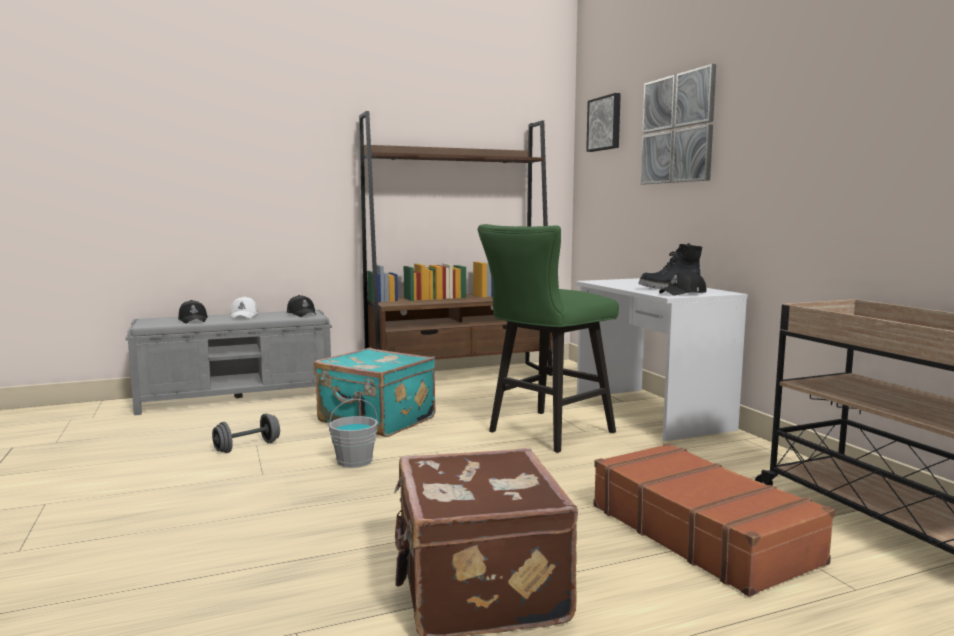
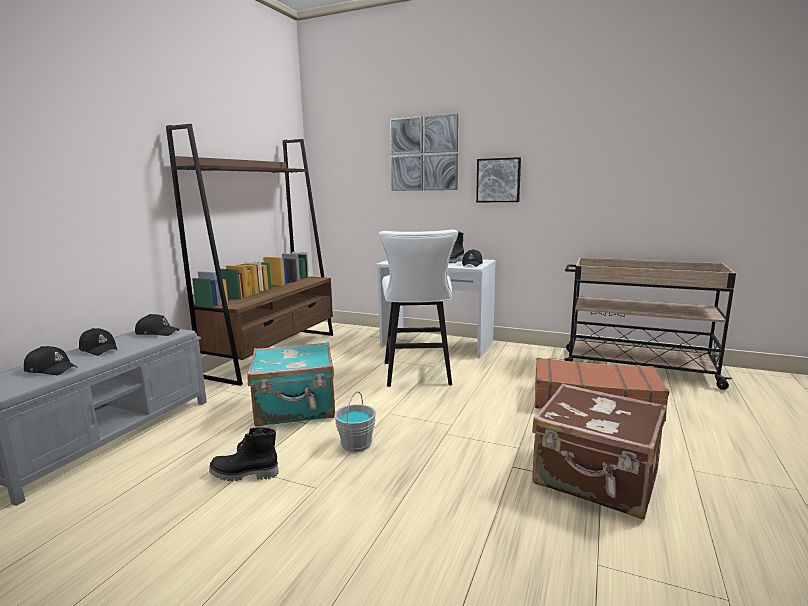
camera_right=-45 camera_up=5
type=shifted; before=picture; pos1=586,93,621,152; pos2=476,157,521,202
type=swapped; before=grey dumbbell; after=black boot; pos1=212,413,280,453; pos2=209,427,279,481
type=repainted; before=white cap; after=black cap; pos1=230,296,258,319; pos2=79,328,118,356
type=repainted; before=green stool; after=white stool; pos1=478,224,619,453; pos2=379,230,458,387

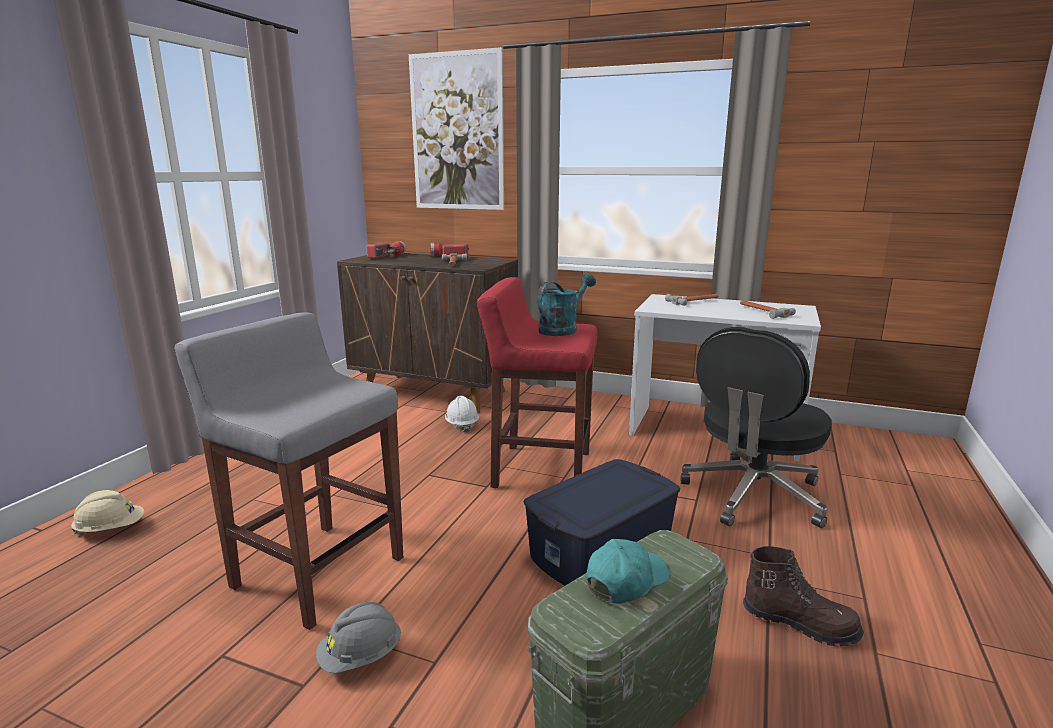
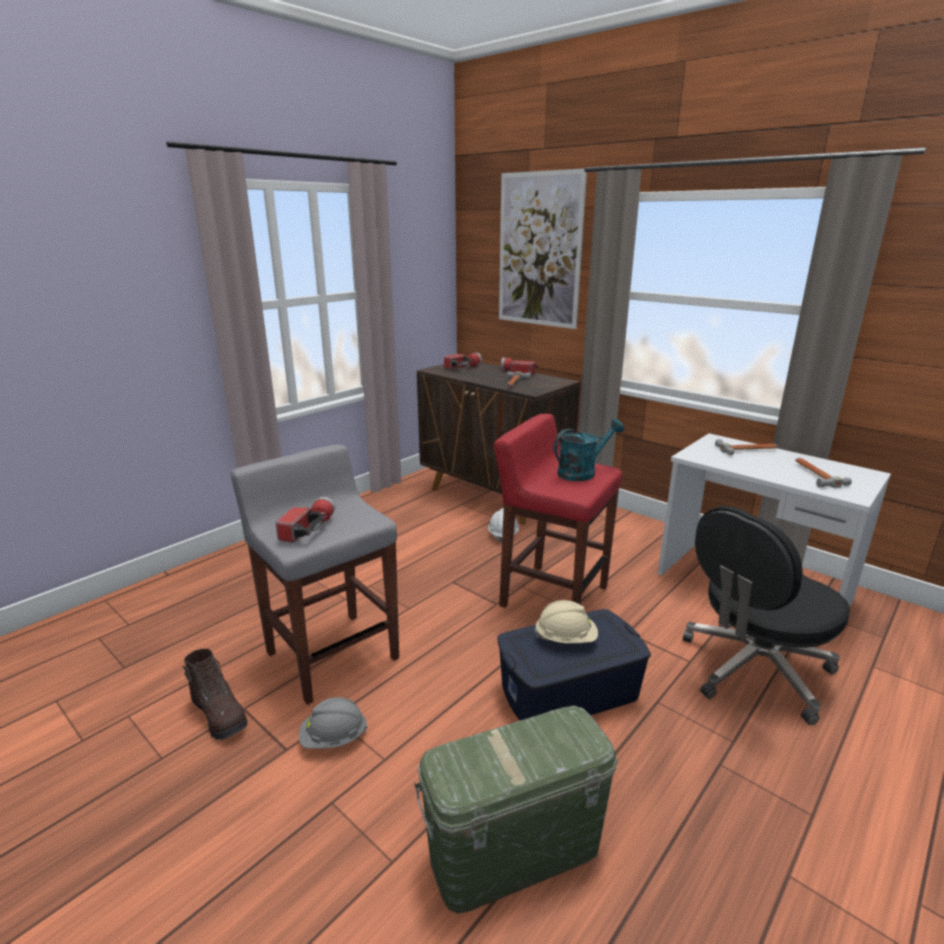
camera_right=20 camera_up=5
type=gone; before=turquoise cap; pos1=586,539,669,604
type=new; after=flashlight; pos2=275,497,335,543
type=shifted; before=beige hard hat; pos1=71,490,144,534; pos2=535,600,598,643
type=shifted; before=brown boot; pos1=743,546,864,646; pos2=183,649,248,740

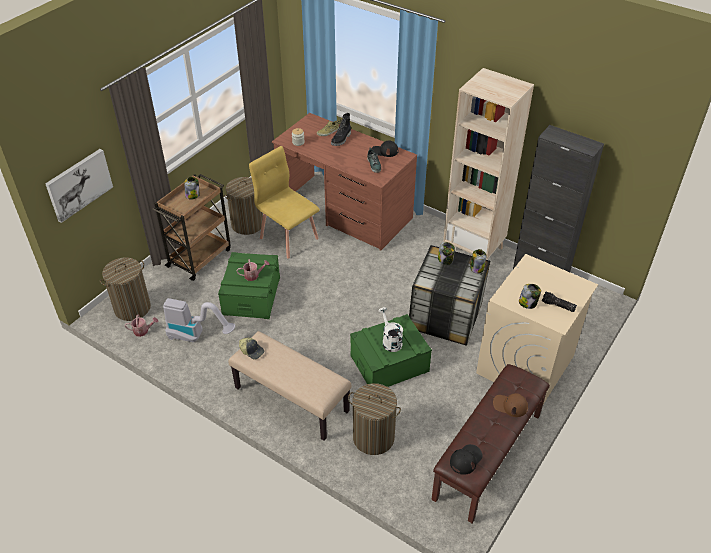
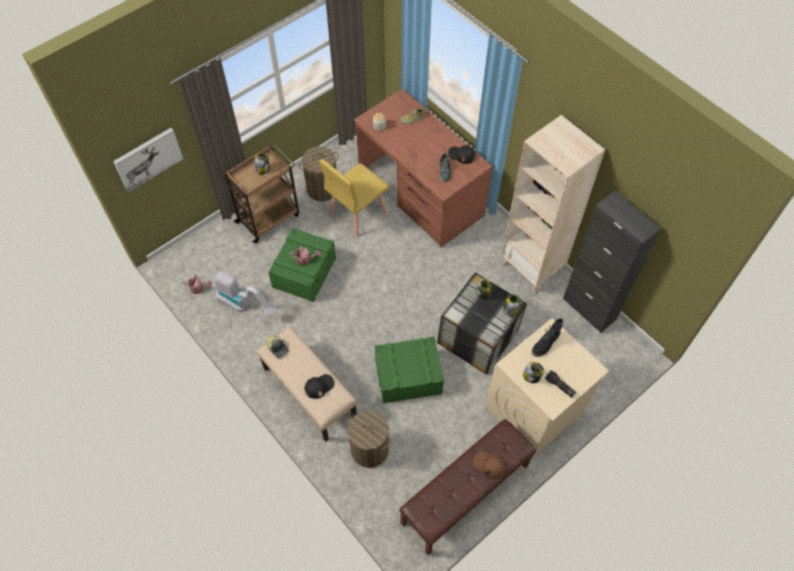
camera_right=15 camera_up=15
type=gone; before=laundry basket; pos1=100,257,151,321
type=gone; before=white watering can; pos1=379,307,403,352
type=shifted; before=black boot; pos1=331,113,351,146; pos2=531,318,563,357
type=shifted; before=black cap; pos1=450,444,483,475; pos2=304,374,334,399
type=rotated; before=yellow chair; pos1=249,146,320,259; pos2=319,159,389,237; turn=-105

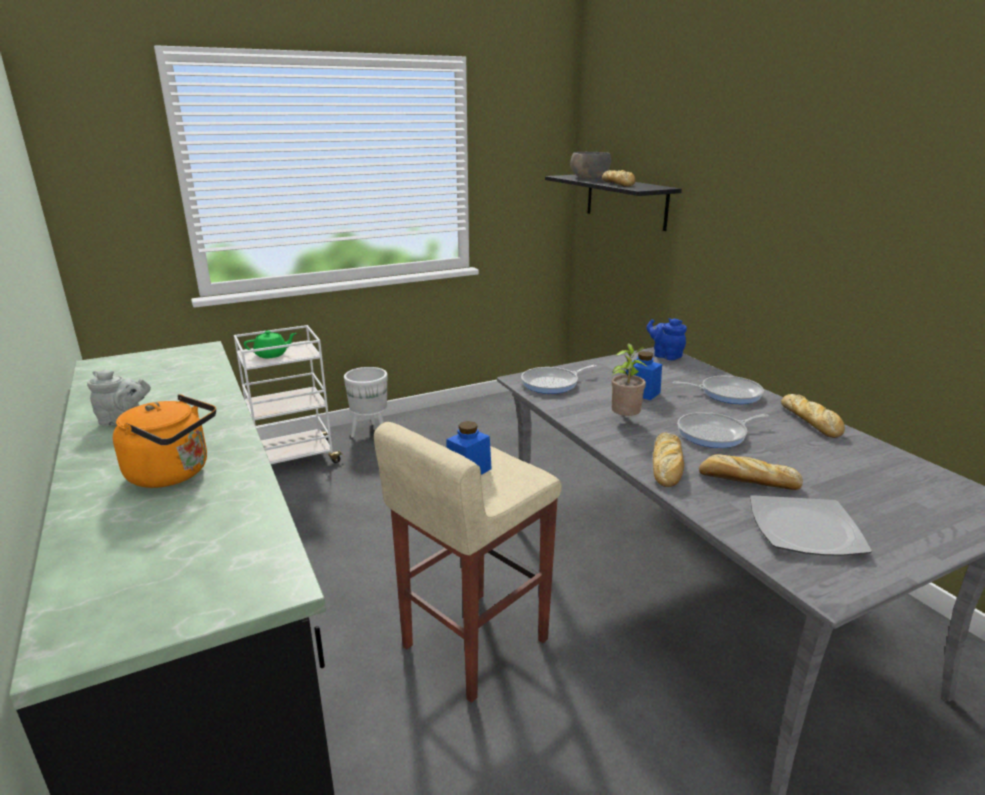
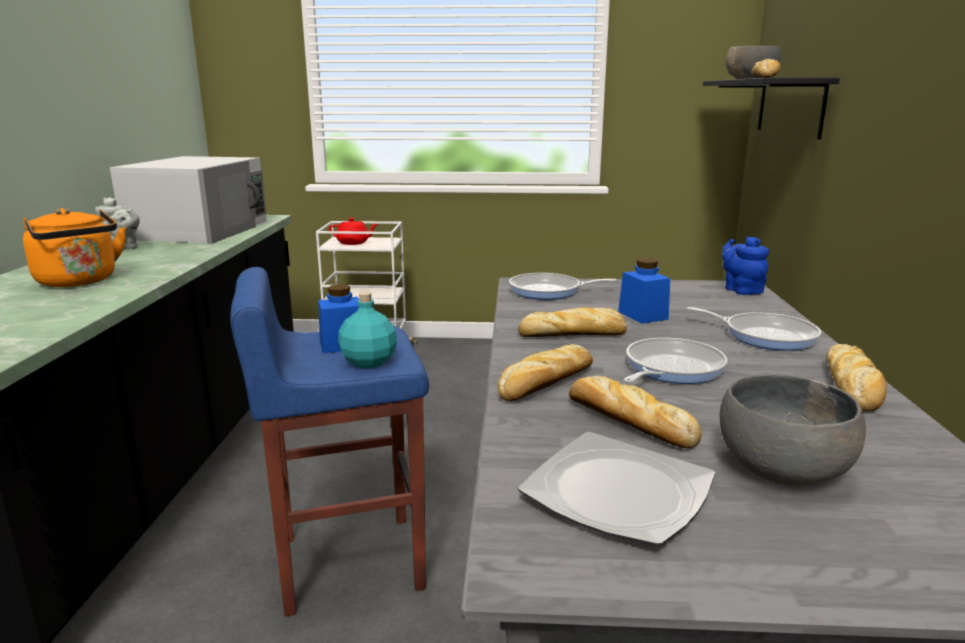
camera_right=30 camera_up=-5
type=gone; before=white planter; pos1=344,367,387,437
type=new; after=white microwave; pos2=110,156,267,244
type=new; after=turquoise bottle; pos2=338,292,397,368
type=new; after=grey bowl; pos2=720,374,866,486
type=swapped; before=potted plant; after=bread; pos1=611,343,648,416; pos2=518,307,627,337
type=repainted; before=green teapot; after=red teapot; pos1=244,331,296,358; pos2=329,218,378,245
type=repainted; before=beige stool; after=blue stool; pos1=374,422,562,703; pos2=230,267,429,617
type=rotated; before=frying pan; pos1=677,412,769,448; pos2=624,338,727,384; turn=120

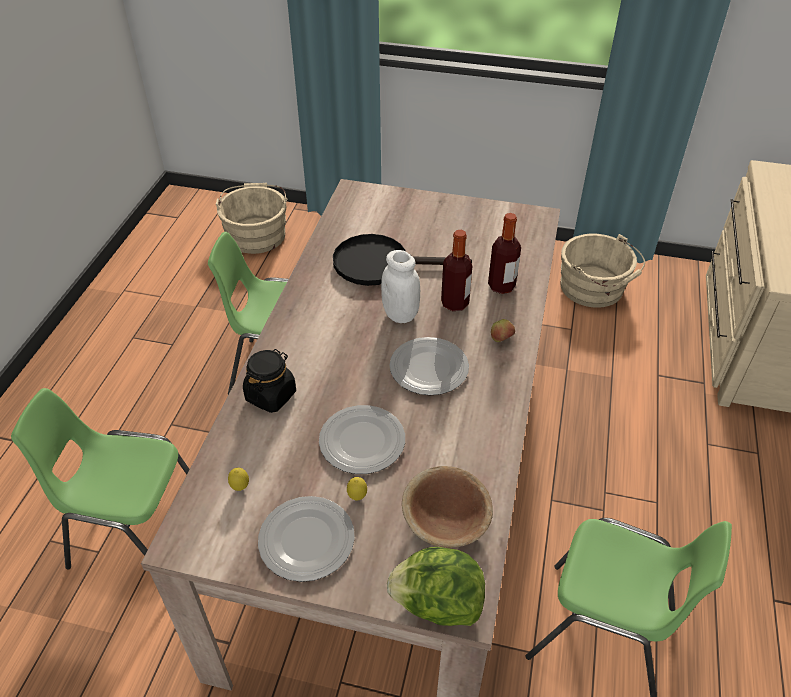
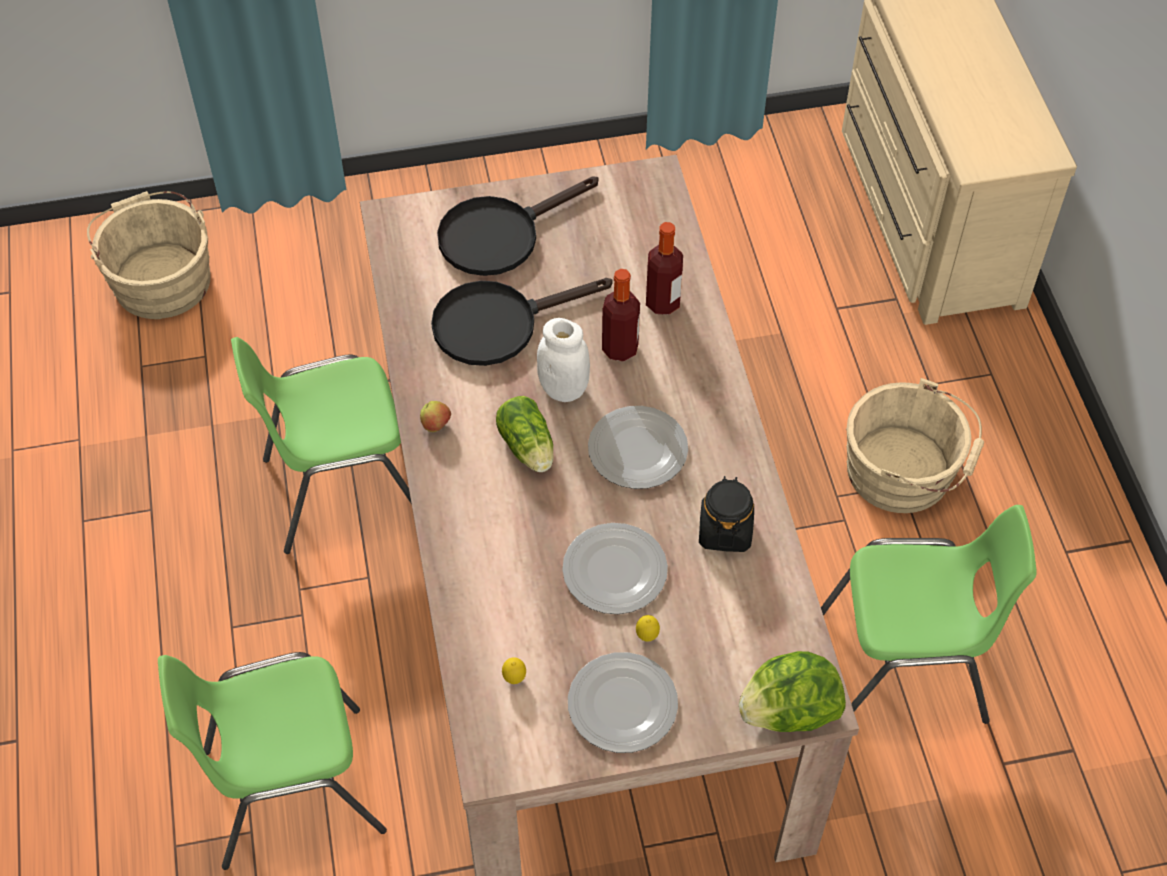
camera_right=-25 camera_up=10
type=gone; before=brown bowl; pos1=402,466,493,548
type=new; after=black frying pan; pos2=437,176,598,276
type=new; after=lettuce; pos2=496,396,554,472
type=shifted; before=black jar; pos1=243,349,296,413; pos2=699,476,754,552
type=shifted; before=apple; pos1=491,319,515,342; pos2=420,401,451,432
type=shifted; before=beige bucket; pos1=561,234,645,308; pos2=846,378,984,513

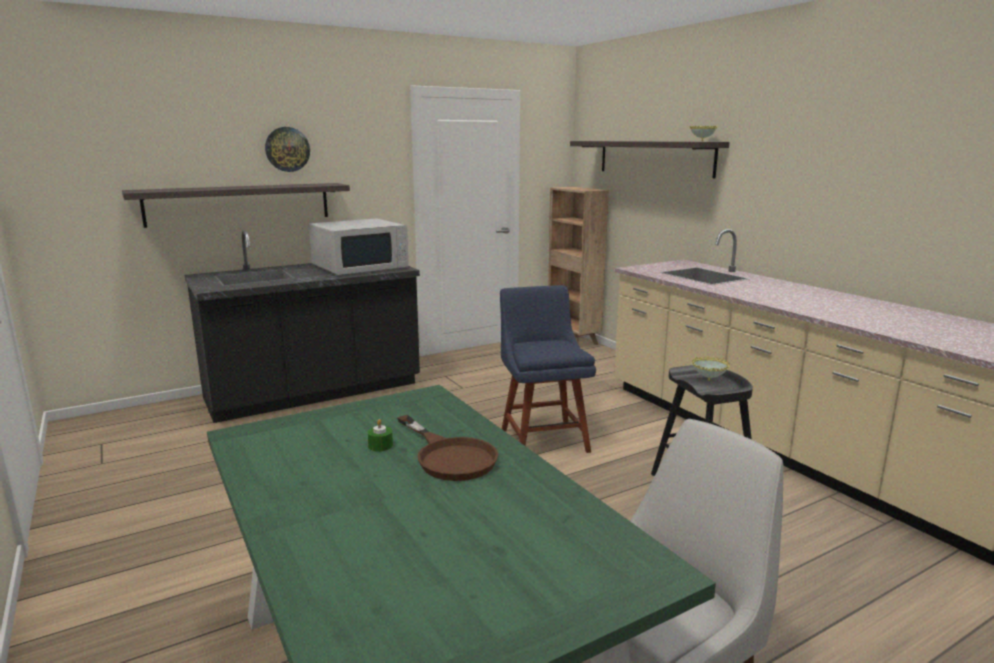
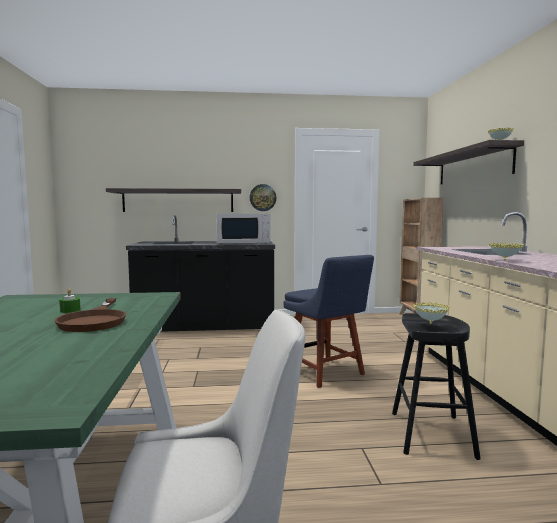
camera_right=25 camera_up=-10
type=new; after=bowl; pos2=489,243,524,260
type=shifted; before=wall clock; pos1=265,127,310,172; pos2=250,184,276,211
type=rotated; before=blue chair; pos1=500,285,596,453; pos2=283,255,374,388; turn=135

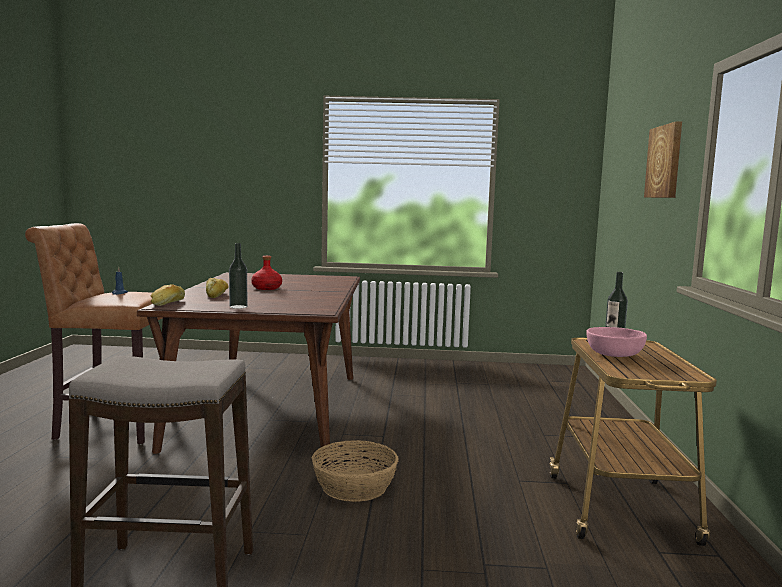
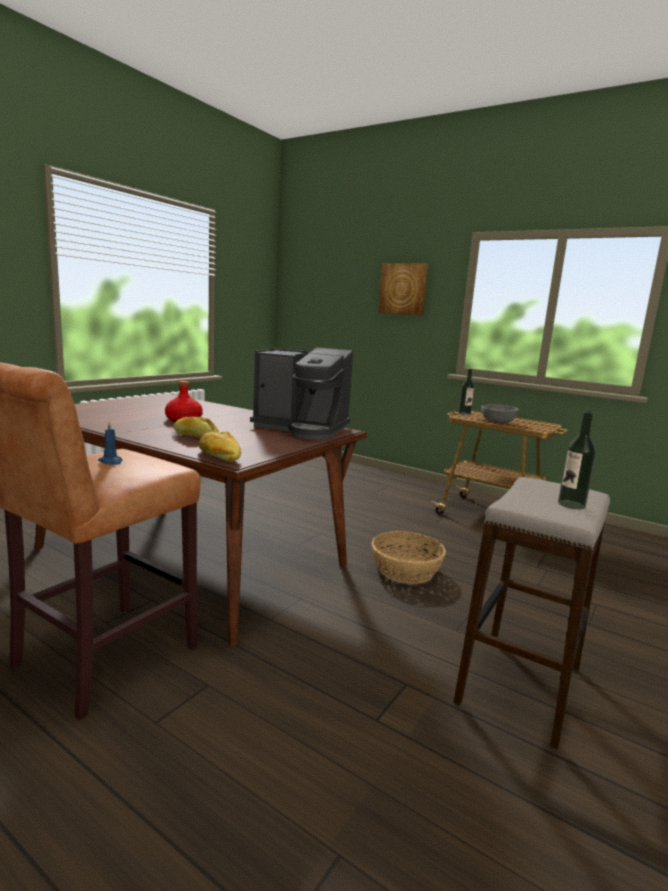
camera_right=-60 camera_up=5
type=new; after=coffee machine; pos2=250,347,353,440
type=shifted; before=bottle; pos1=229,243,247,309; pos2=558,411,596,509
type=repainted; before=pink bowl; after=grey bowl; pos1=586,327,647,357; pos2=481,405,519,423

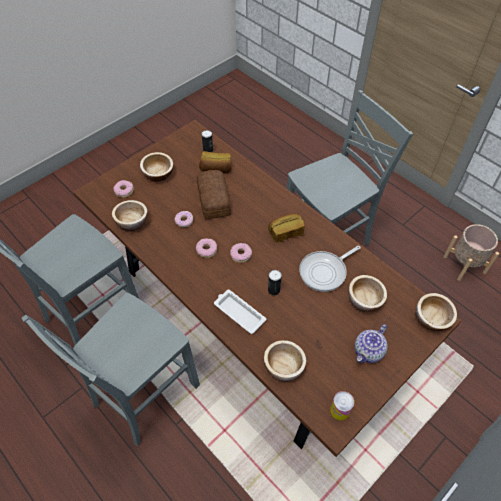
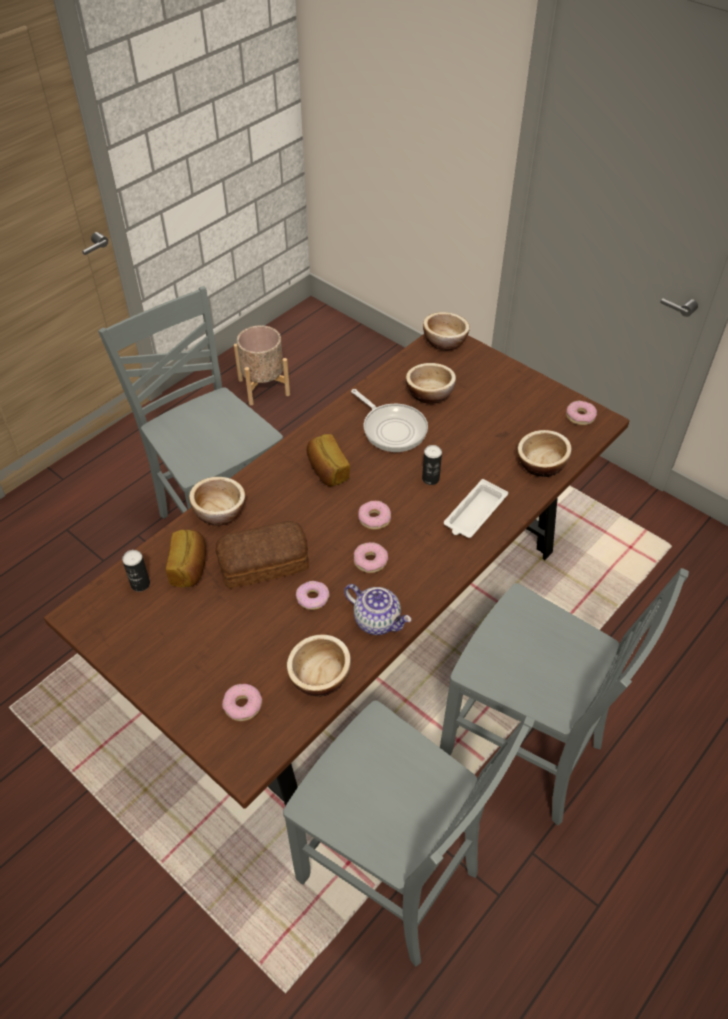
camera_right=-95 camera_up=-5
type=shifted; before=bowl; pos1=140,152,173,182; pos2=189,477,245,526
type=shifted; before=teapot; pos1=355,324,388,363; pos2=344,584,412,635
type=swapped; before=can; after=donut; pos1=330,391,354,420; pos2=566,400,597,425

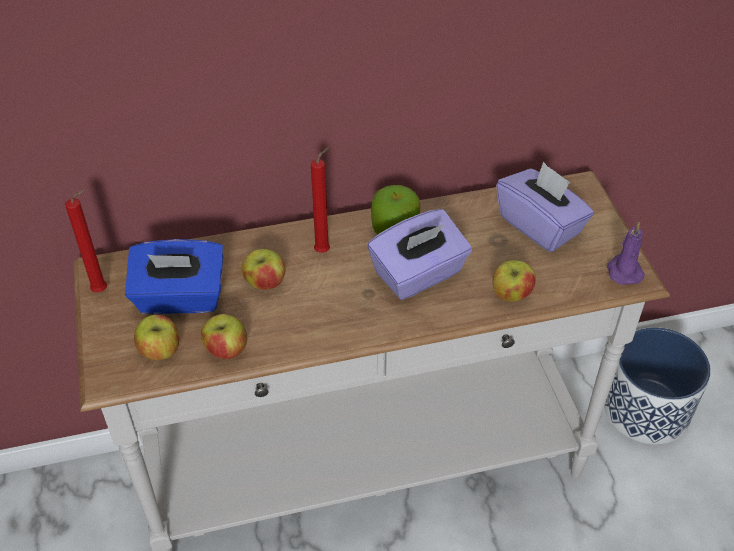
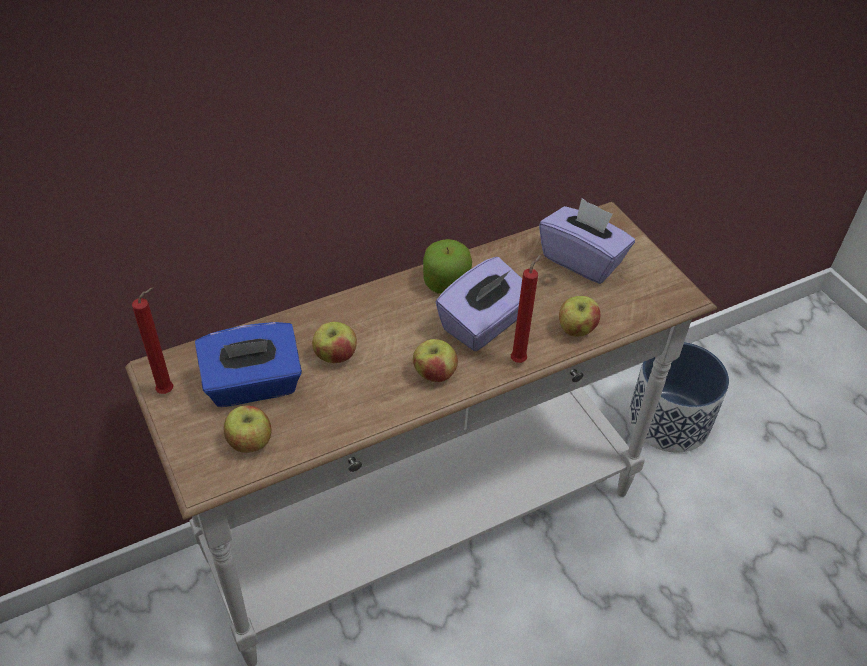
camera_right=-15 camera_up=0
type=gone; before=purple candle; pos1=607,222,645,285
type=shifted; before=apple; pos1=201,314,247,359; pos2=413,339,458,382
type=shifted; before=red candle; pos1=311,147,330,253; pos2=511,254,542,363

